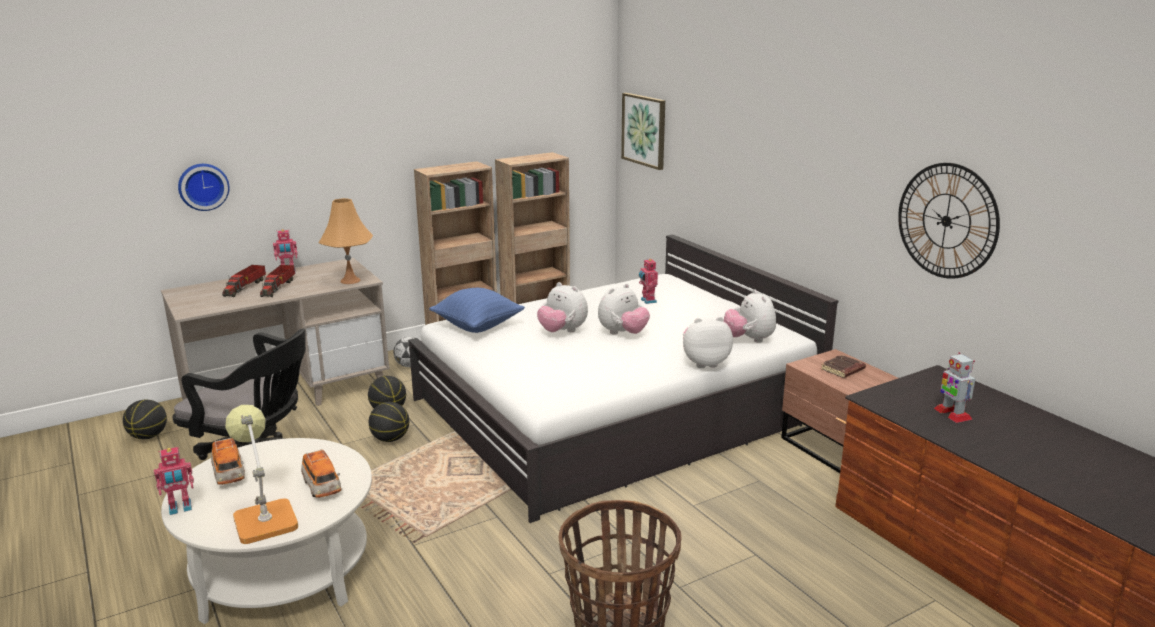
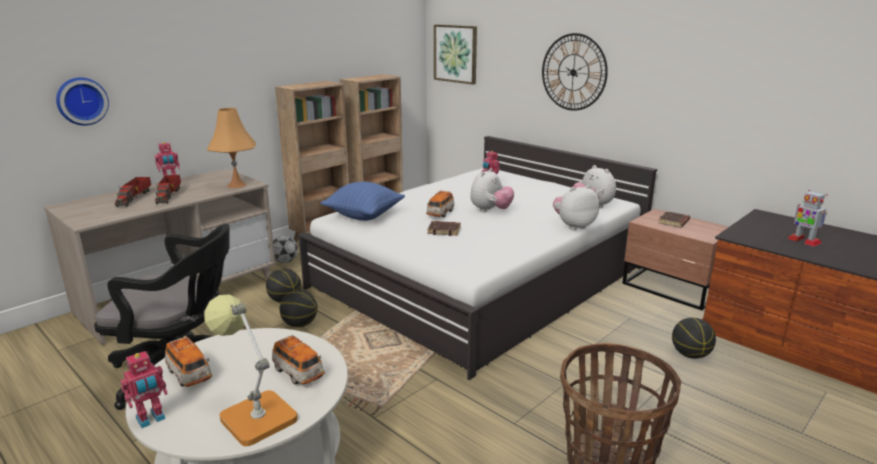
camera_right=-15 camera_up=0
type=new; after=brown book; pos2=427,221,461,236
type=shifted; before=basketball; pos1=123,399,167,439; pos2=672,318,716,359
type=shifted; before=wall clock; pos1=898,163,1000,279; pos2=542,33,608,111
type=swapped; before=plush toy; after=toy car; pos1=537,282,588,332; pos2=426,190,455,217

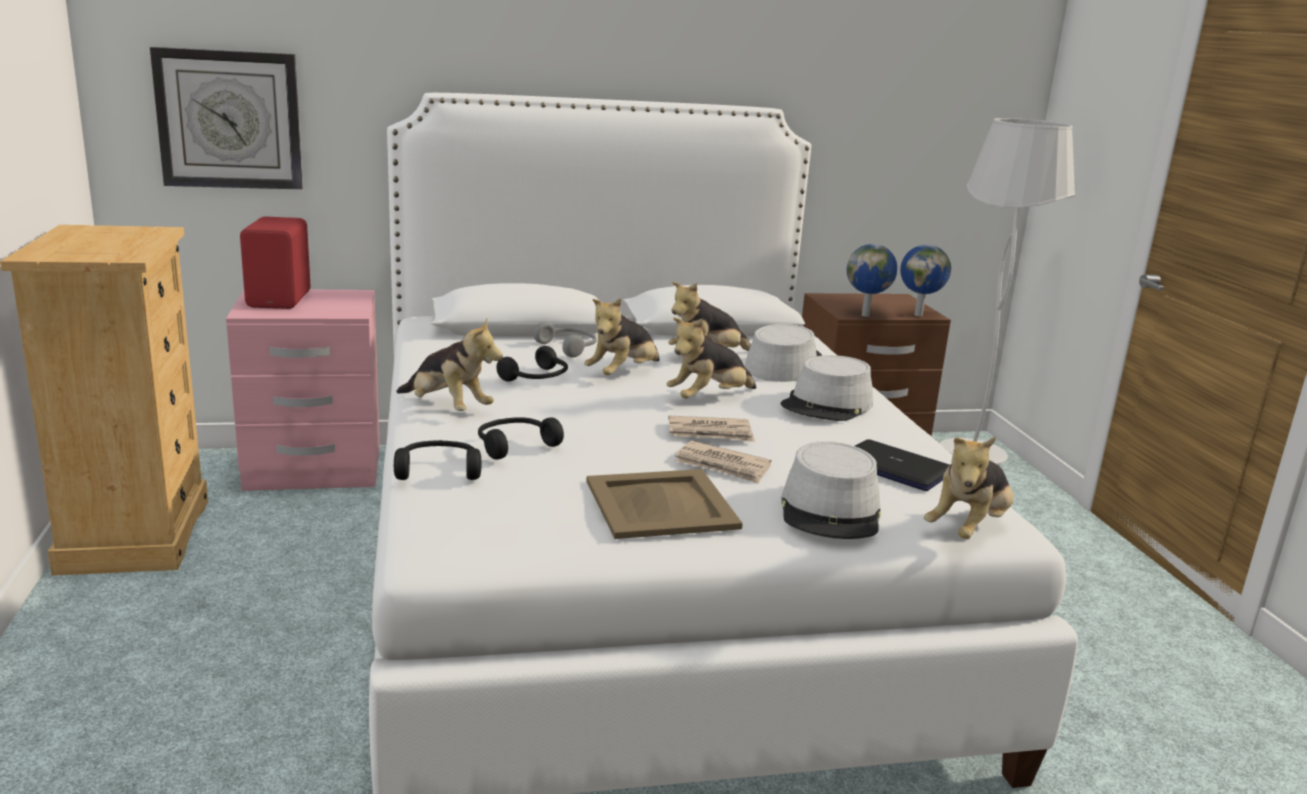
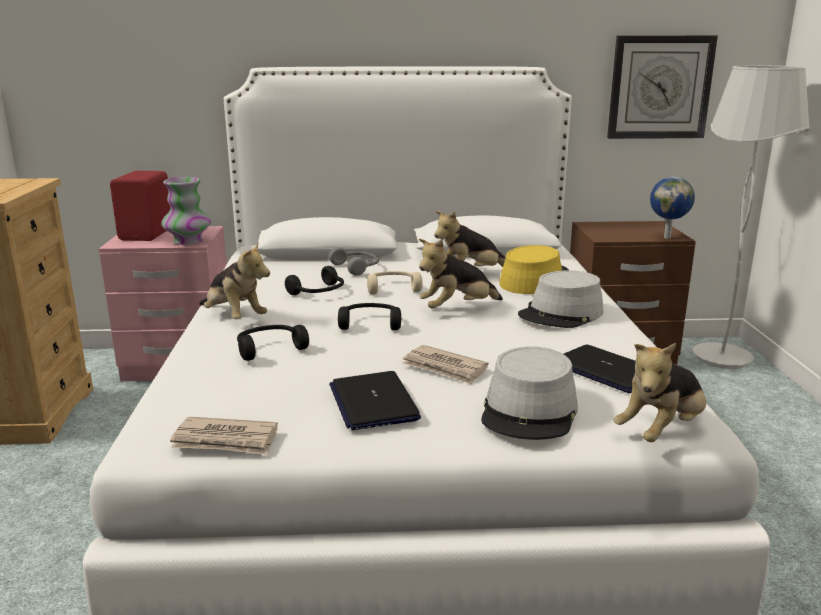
camera_right=10 camera_up=0
type=gone; before=globe; pos1=847,244,897,317
type=new; after=vase; pos2=161,177,211,245
type=shifted; before=wall clock; pos1=150,47,303,190; pos2=607,36,718,139
type=shifted; before=black headphones; pos1=394,440,482,480; pos2=338,303,401,330
type=shifted; before=newspaper; pos1=668,415,755,442; pos2=170,417,278,455
type=swapped; before=plush toy; after=beige headphones; pos1=584,298,660,375; pos2=367,271,423,294
type=swapped; before=beige tray; after=laptop; pos1=586,469,743,539; pos2=329,371,421,430
type=repainted; before=grey hat; after=yellow hat; pos1=745,324,823,382; pos2=499,245,570,294

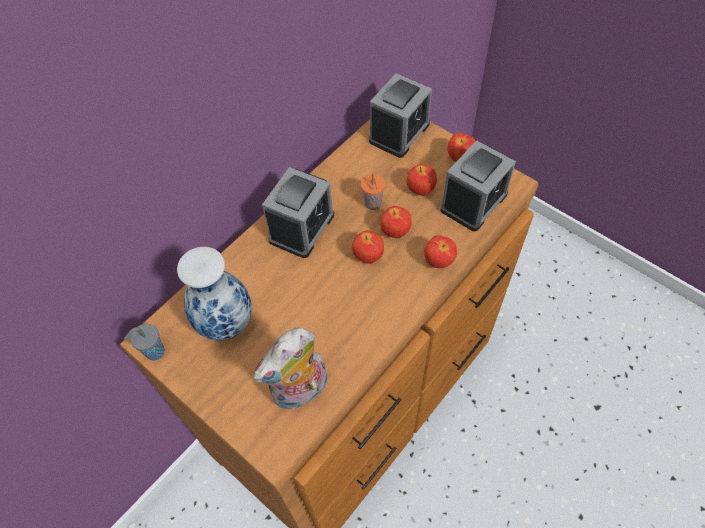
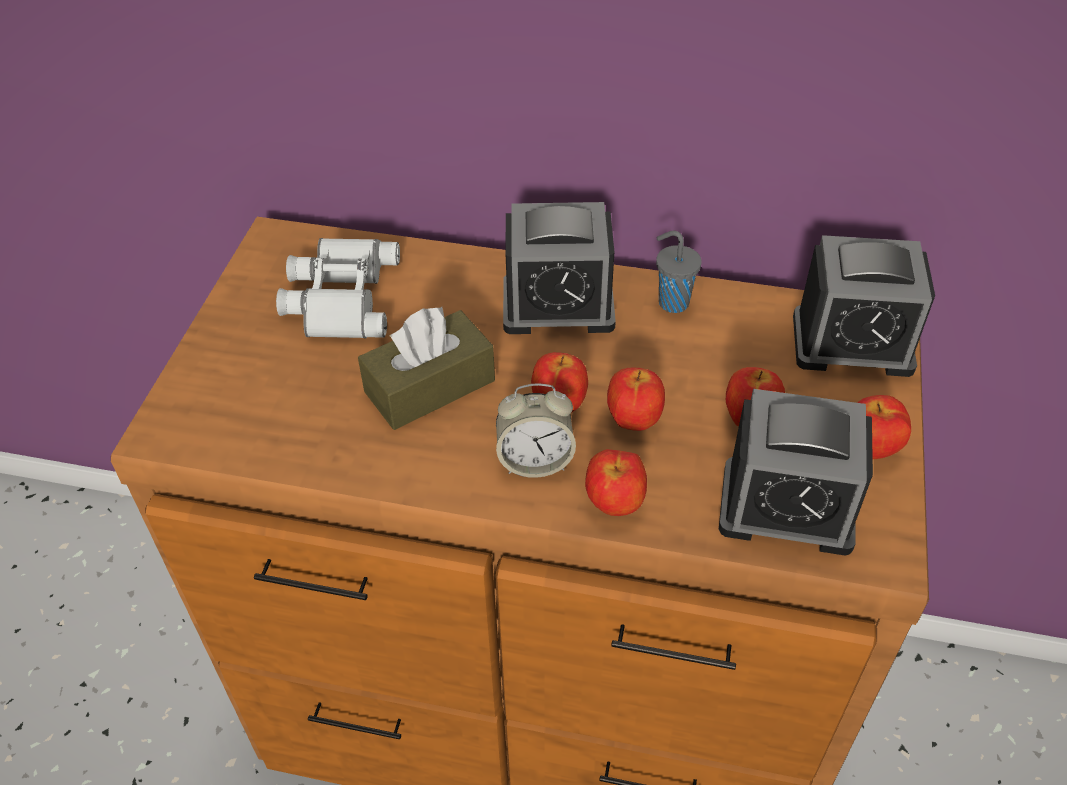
camera_right=60 camera_up=-10
type=gone; before=plush toy; pos1=253,328,327,409
type=gone; before=orange cup; pos1=361,173,386,210
type=new; after=brown tissue box; pos2=358,307,495,430
type=new; after=alarm clock; pos2=496,383,576,478
type=shifted; before=grey cup; pos1=124,324,165,361; pos2=656,231,702,313
type=swapped; before=vase; after=white binoculars; pos1=177,247,252,341; pos2=276,238,400,338

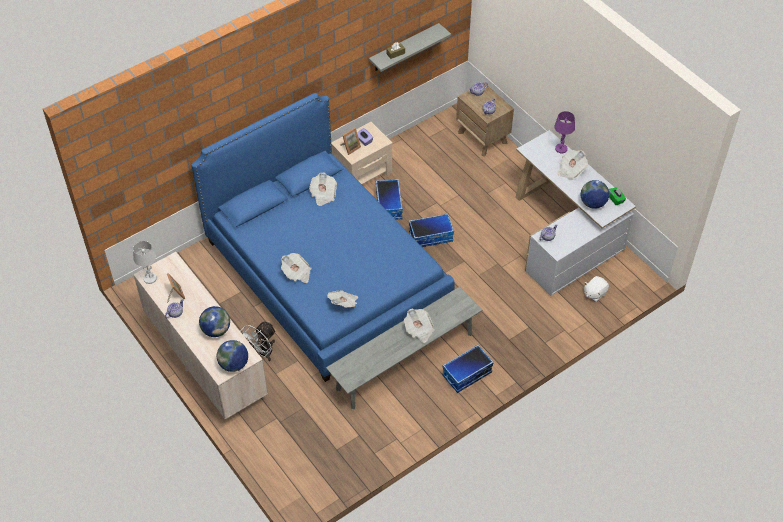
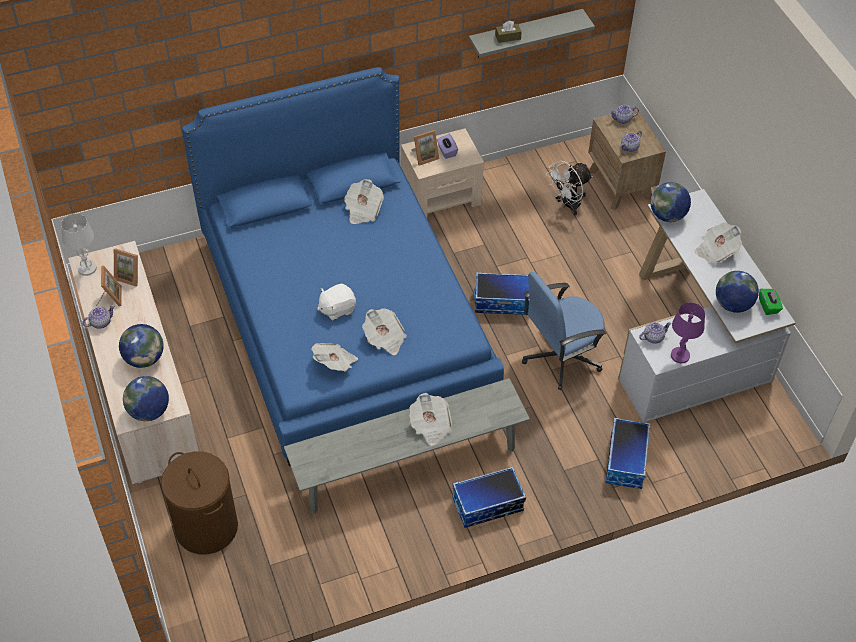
camera_right=15 camera_up=0
type=new; after=picture frame; pos2=114,248,138,286
type=new; after=brown laundry basket; pos2=161,451,238,554
type=new; after=blue office chair; pos2=522,272,606,390
type=new; after=globe; pos2=650,182,691,222
type=shifted; before=white fan; pos1=242,321,276,361; pos2=546,161,593,215
type=shifted; before=newspaper; pos1=281,253,311,283; pos2=362,308,407,355
type=shifted; before=storage box; pos1=376,179,403,220; pos2=606,418,651,489
type=shifted; before=purple table lamp; pos1=554,111,575,153; pos2=671,302,705,363
type=shifted; before=white plush toy; pos1=584,276,609,302; pos2=317,284,356,321

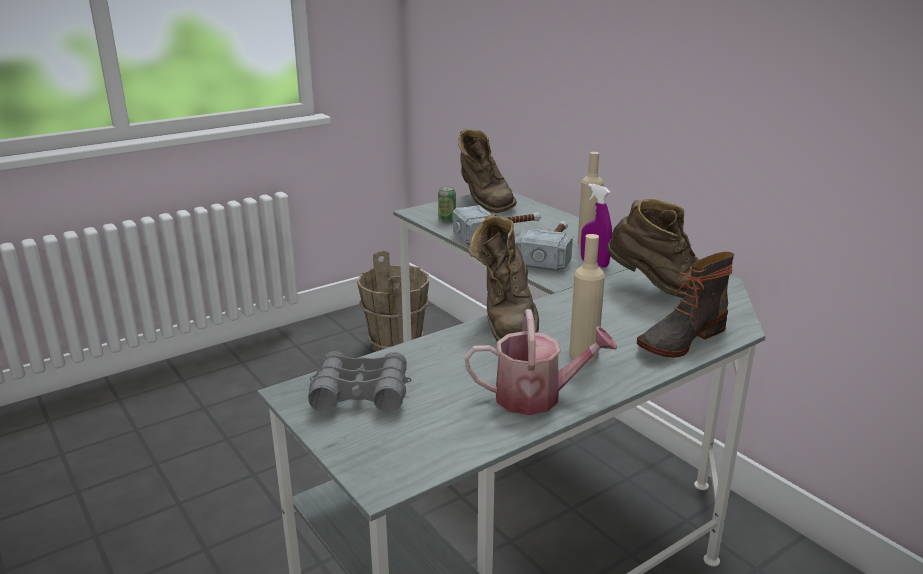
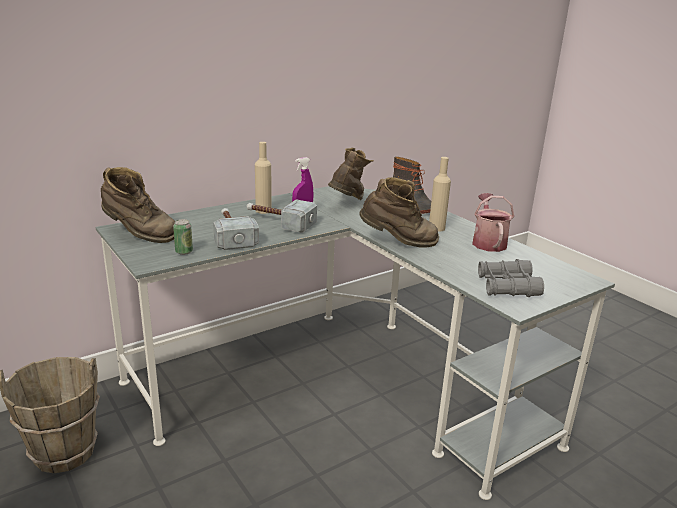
camera_right=-90 camera_up=0
type=rotated; before=brown boot; pos1=458,128,517,213; pos2=101,167,175,243; turn=45

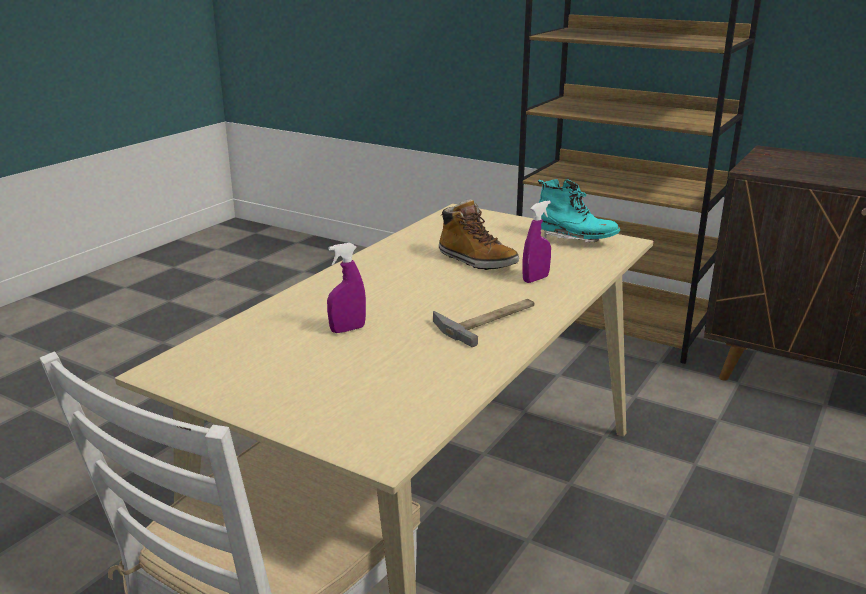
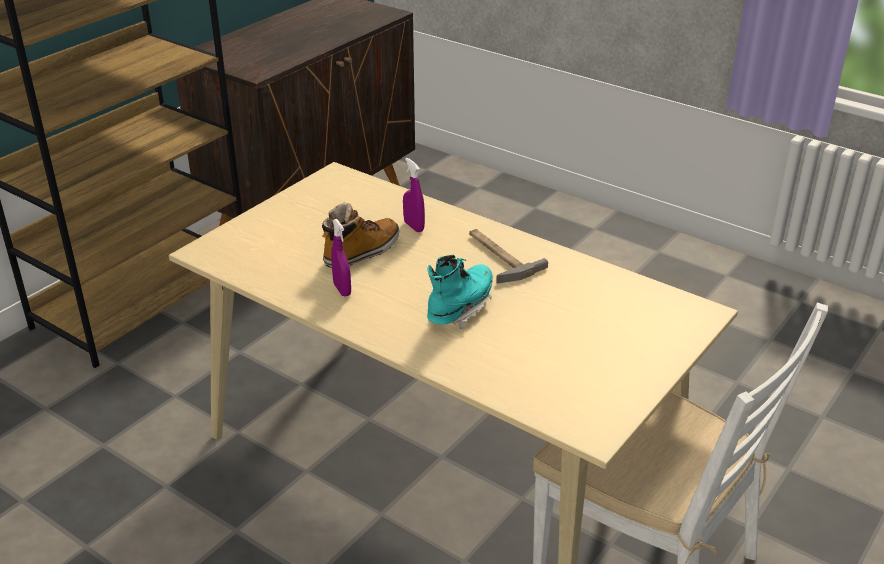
camera_right=-85 camera_up=10
type=shifted; before=purple spray bottle; pos1=327,243,366,333; pos2=331,219,351,296
type=shifted; before=turquoise boot; pos1=538,179,620,243; pos2=427,255,493,329

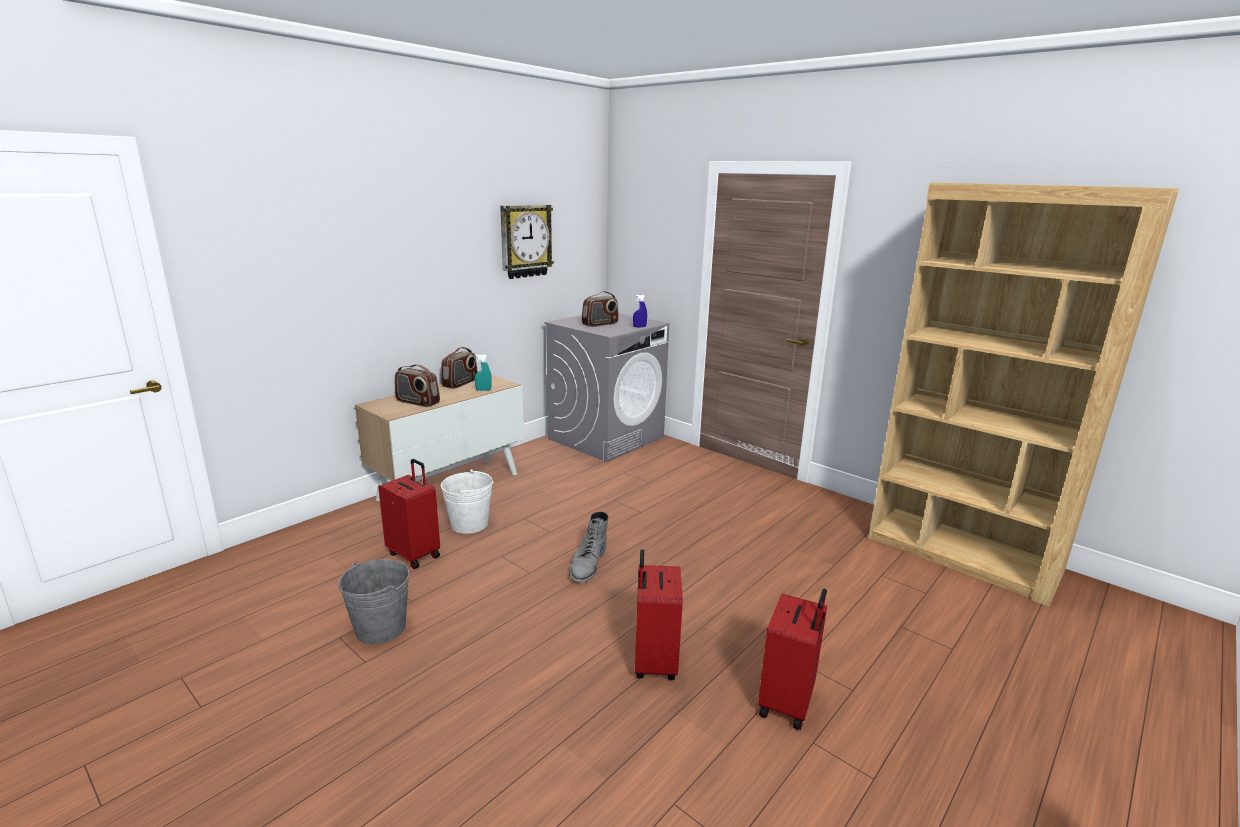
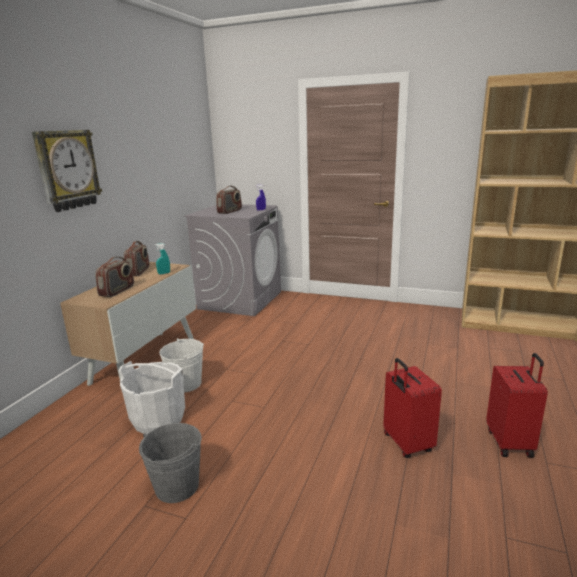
camera_right=-20 camera_up=0
type=gone; before=grey boot; pos1=569,511,609,583
type=shifted; before=wall clock; pos1=500,205,554,279; pos2=32,130,102,212
type=swapped; before=red suitcase; after=white bucket; pos1=378,459,440,569; pos2=118,361,185,434
type=rotated; before=radio; pos1=395,365,440,407; pos2=95,256,134,297; turn=-75

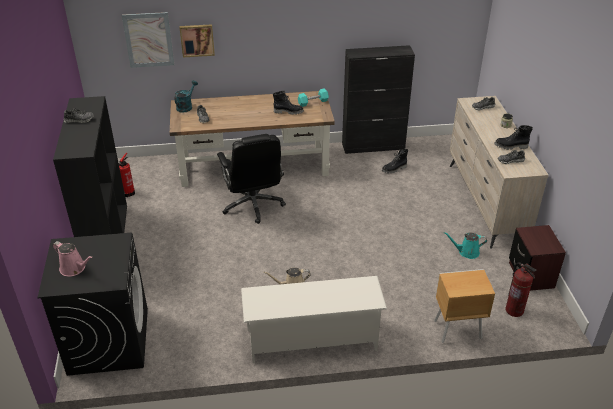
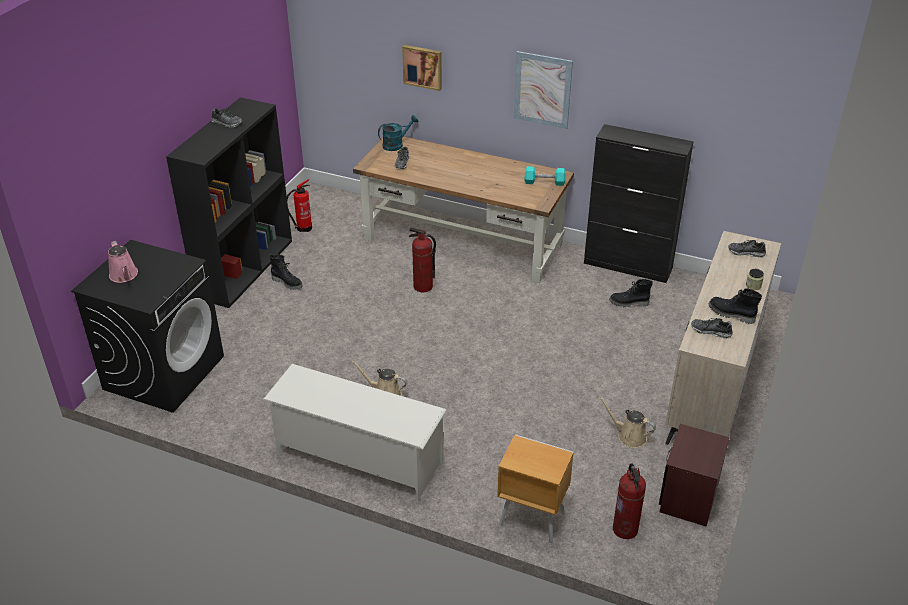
camera_right=30 camera_up=0
type=shifted; before=picture; pos1=122,12,174,68; pos2=514,51,573,129
type=shifted; before=black boot; pos1=273,91,304,115; pos2=269,254,303,290
type=swapped; before=black office chair; after=fire extinguisher; pos1=217,134,286,224; pos2=409,227,436,292
type=repainted; before=turquoise watering can; after=beige watering can; pos1=443,232,487,259; pos2=599,397,656,448

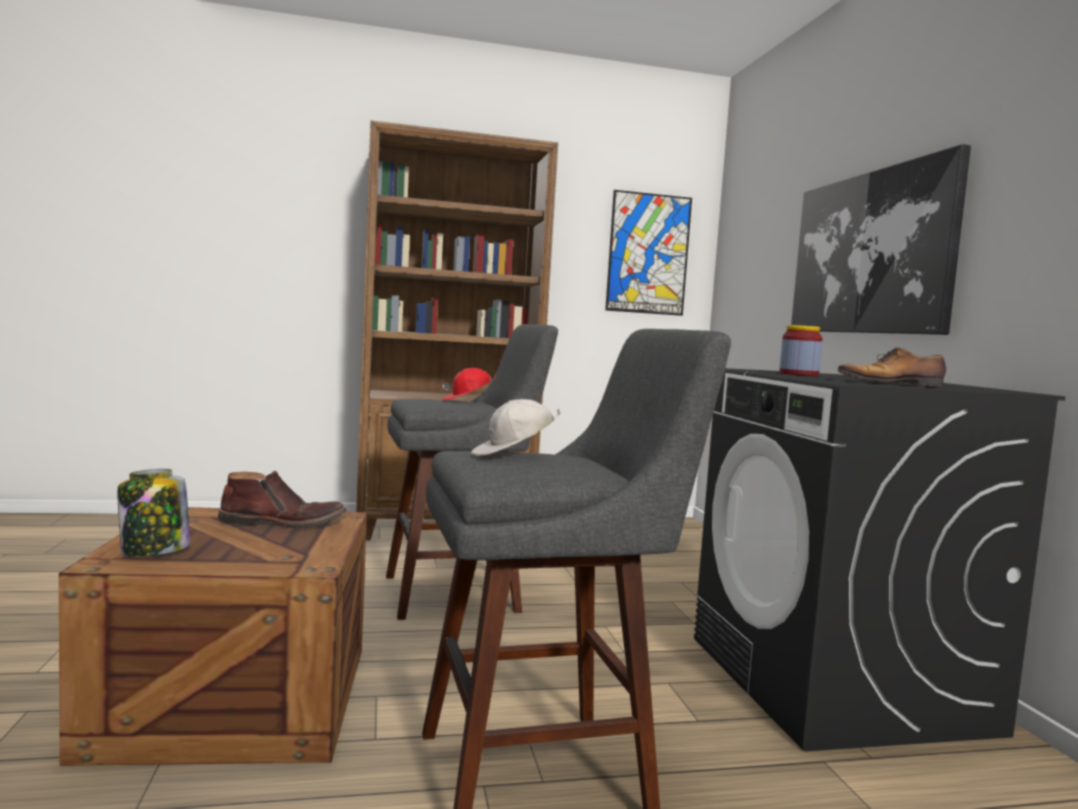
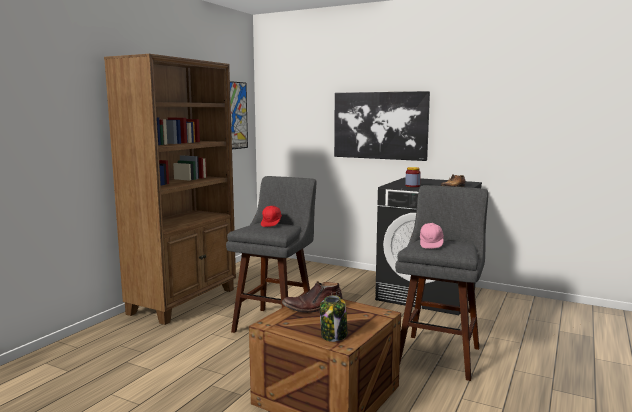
camera_right=-50 camera_up=5
type=repainted; before=white cap; after=pink cap; pos1=471,399,561,456; pos2=420,223,444,249
type=rotated; before=brown boot; pos1=218,471,346,528; pos2=282,281,342,313; turn=-135

